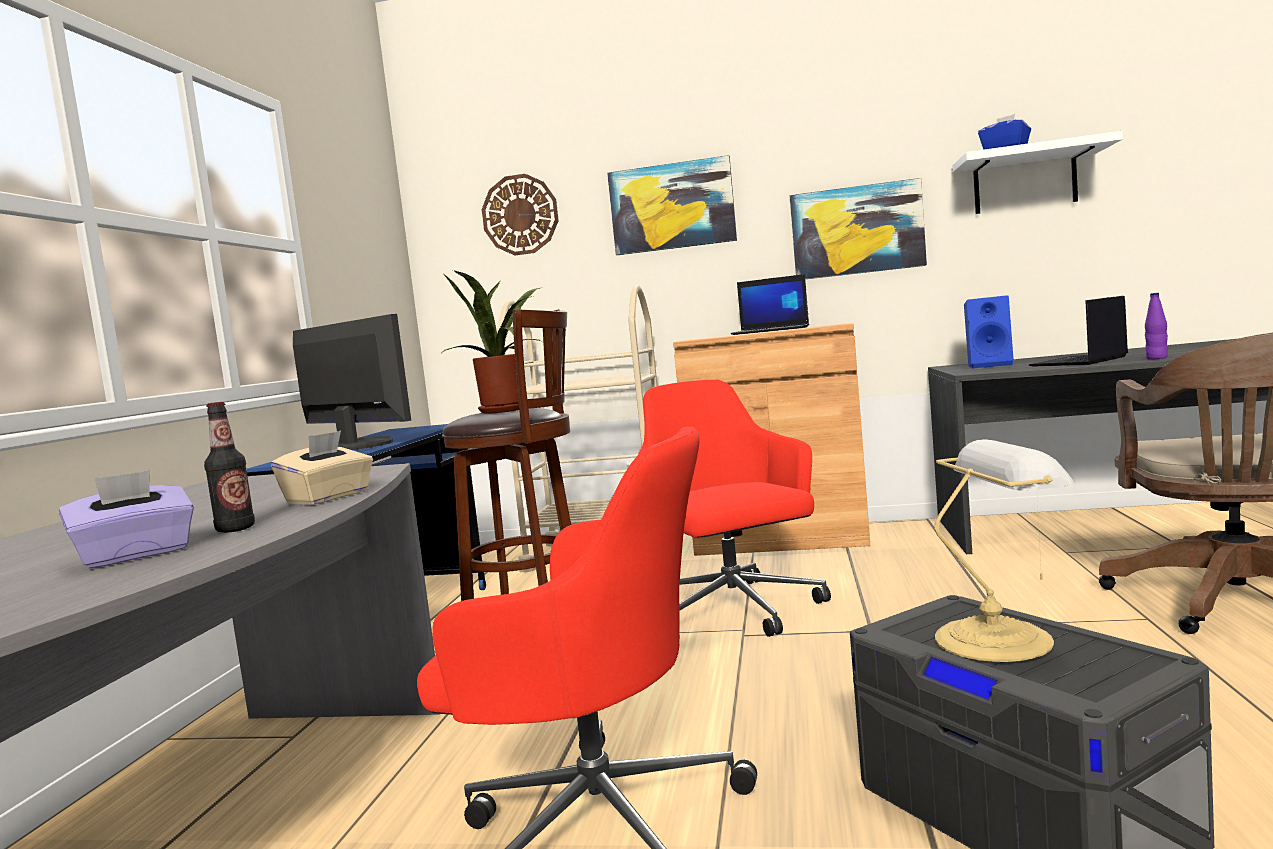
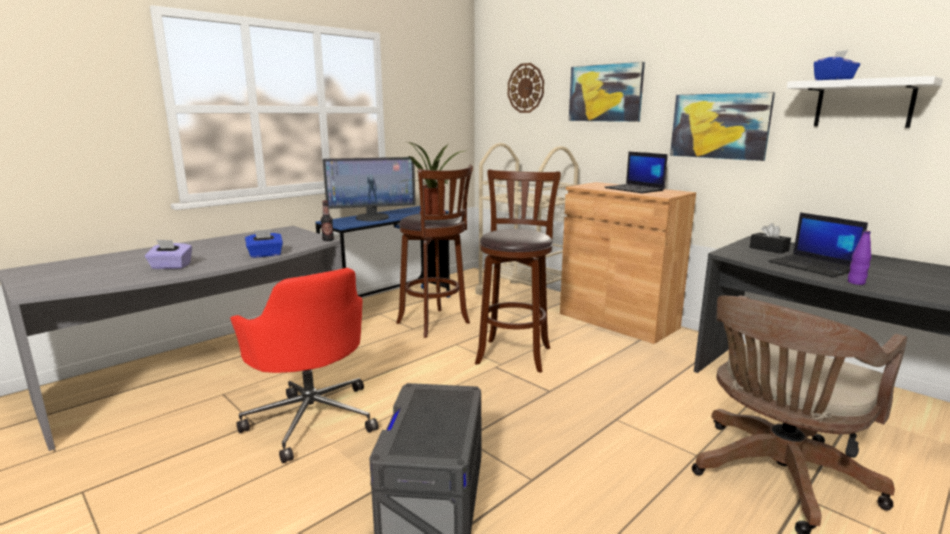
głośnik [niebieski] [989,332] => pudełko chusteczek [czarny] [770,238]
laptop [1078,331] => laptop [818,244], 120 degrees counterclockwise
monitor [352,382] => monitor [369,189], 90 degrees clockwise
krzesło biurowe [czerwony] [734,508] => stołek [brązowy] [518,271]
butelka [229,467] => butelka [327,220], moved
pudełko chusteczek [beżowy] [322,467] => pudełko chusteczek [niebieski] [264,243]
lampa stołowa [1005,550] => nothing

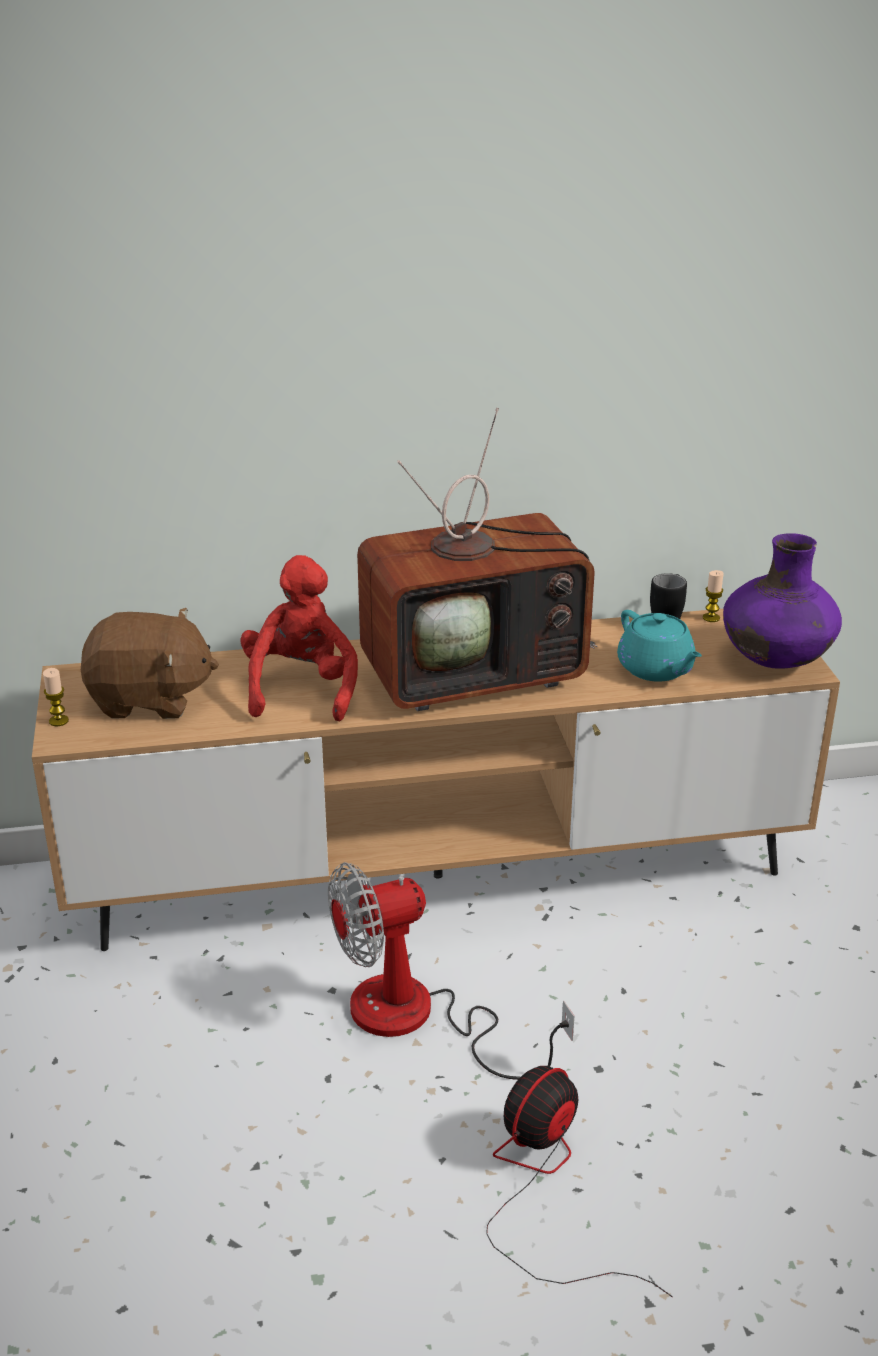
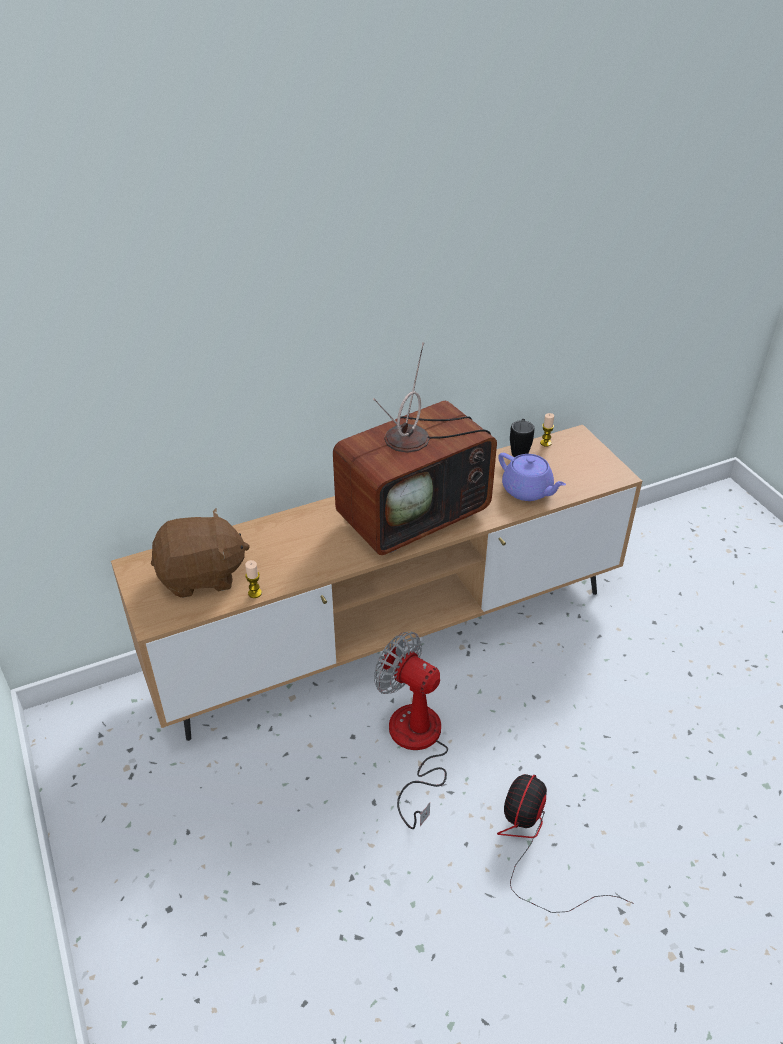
wazon [fioletowy] [782,601] => nothing
pluszak [czerwony] [299,638] => nothing
imbryk [turkusowy] [659,646] => imbryk [fioletowy] [532,477]
świeca [56,697] => świeca [253,579], moved
wentylator [451,971] => wentylator [411,730], 75 degrees clockwise

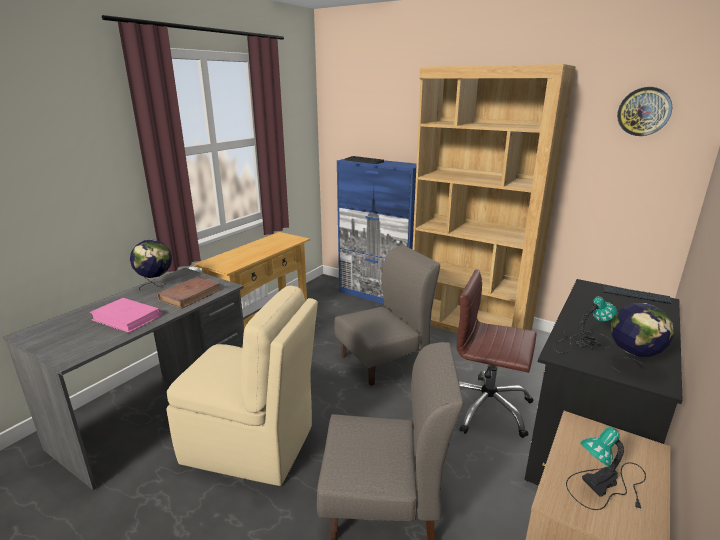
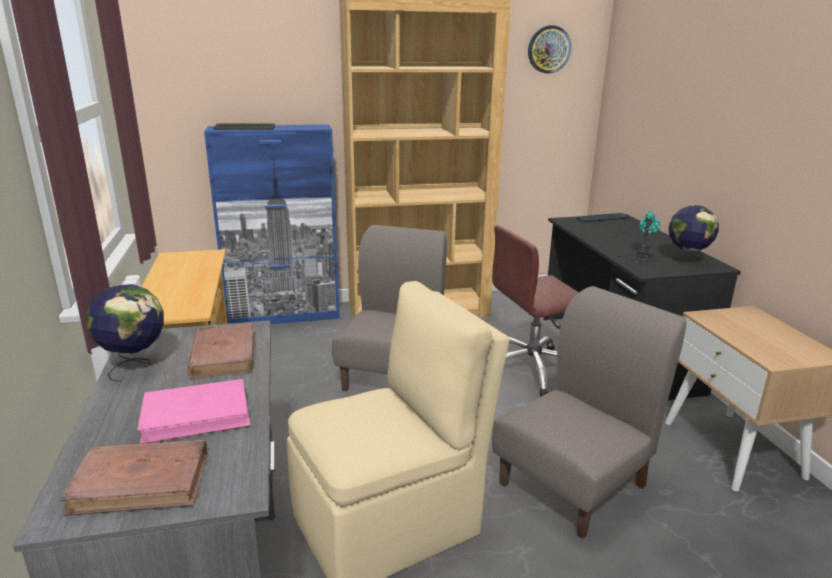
lampa stołowa [606,468] => nothing
nothing => książka [brązowy] [133,478]

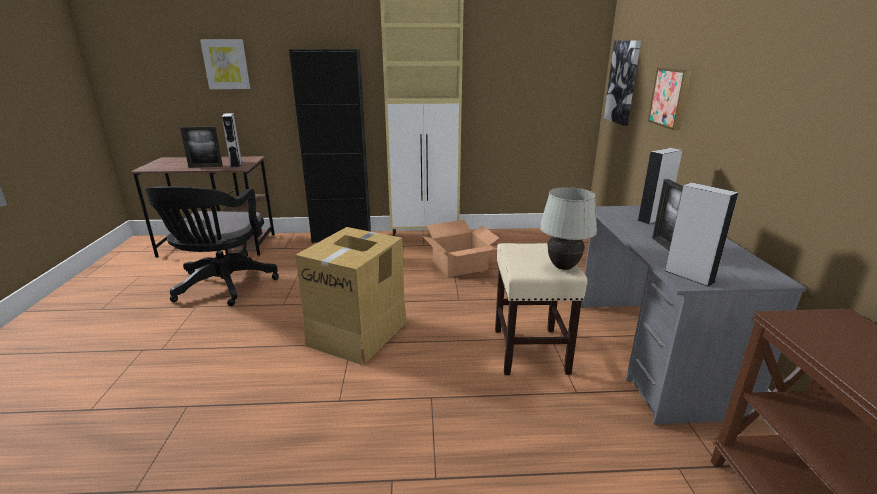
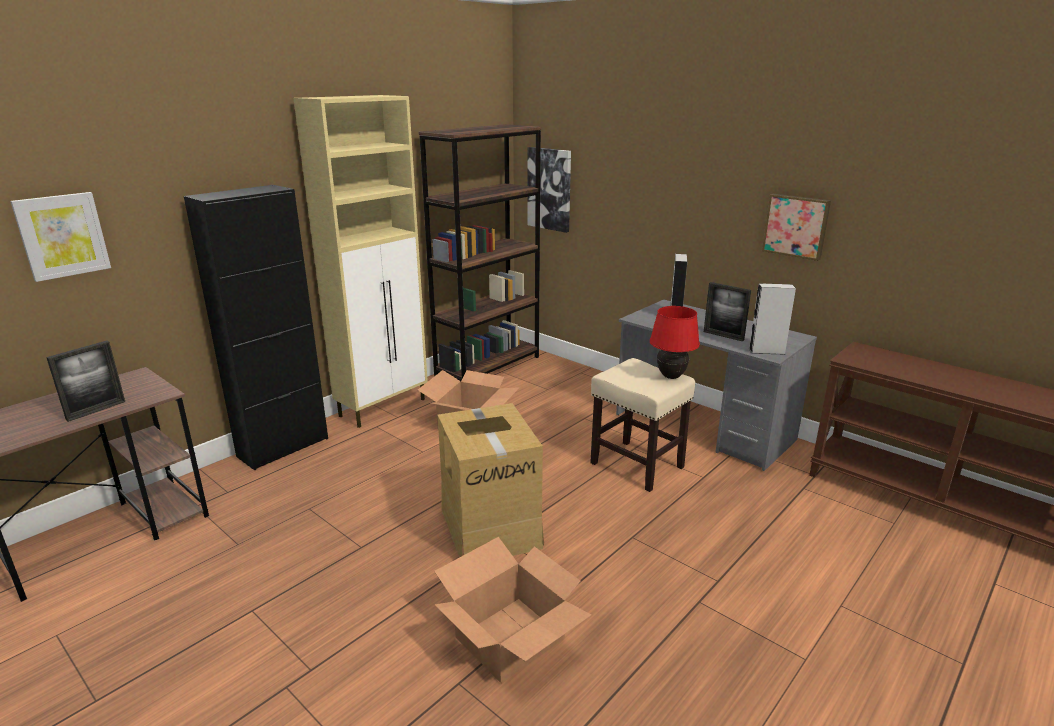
obraz [670,99] => obraz [796,227], moved
głośnik [szary] [232,140] => nothing
krzesło biurowe [czarny] [212,246] => nothing
lampa stołowa [biały] [568,228] => lampa stołowa [czerwony] [675,342]
nothing => regał [brązowy] [480,252]
nothing => karton [512,610]

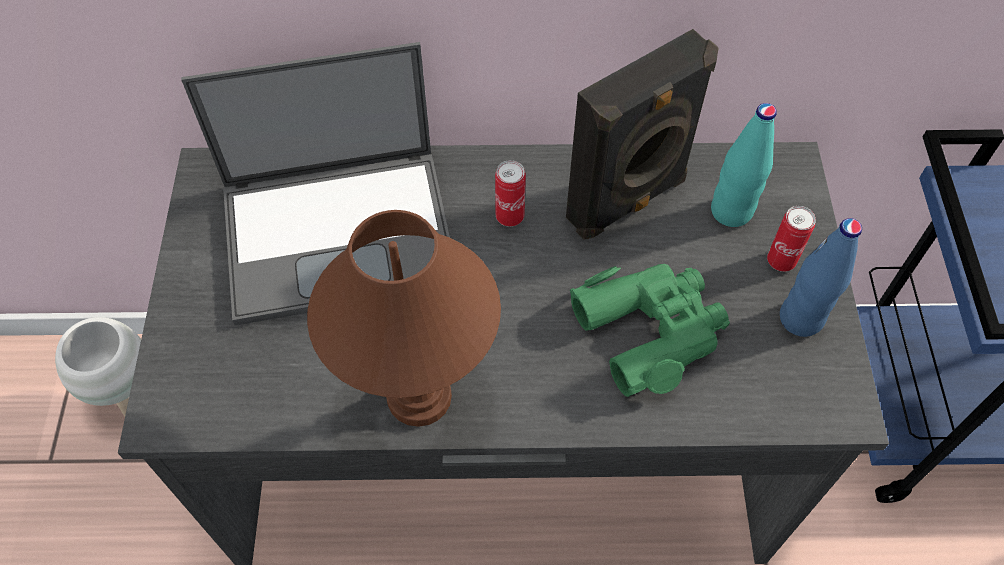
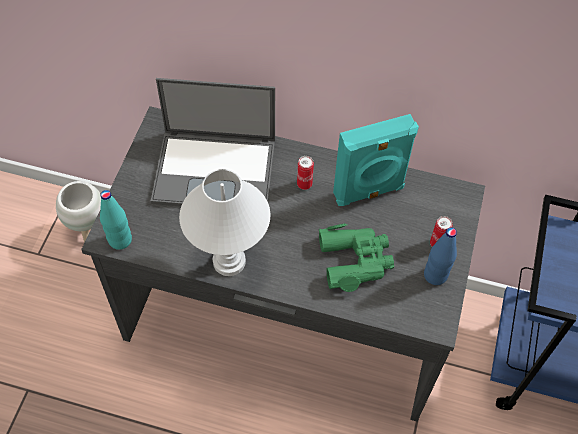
głośnik [czarny] [642,134] => głośnik [turkusowy] [376,160]
butelka [turkusowy] [744,165] => butelka [turkusowy] [116,220], moved
lampa stołowa [brązowy] [404,318] => lampa stołowa [biały] [225,222]

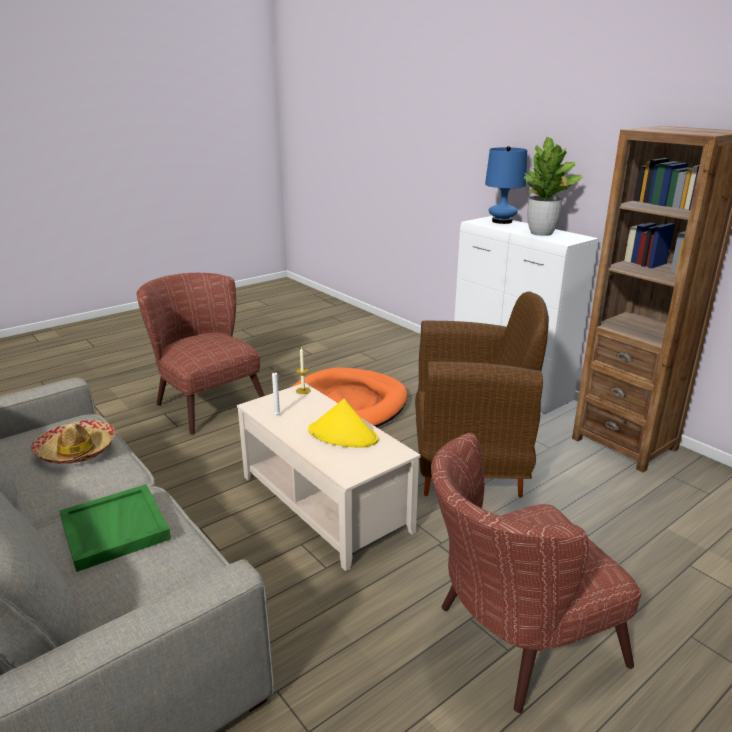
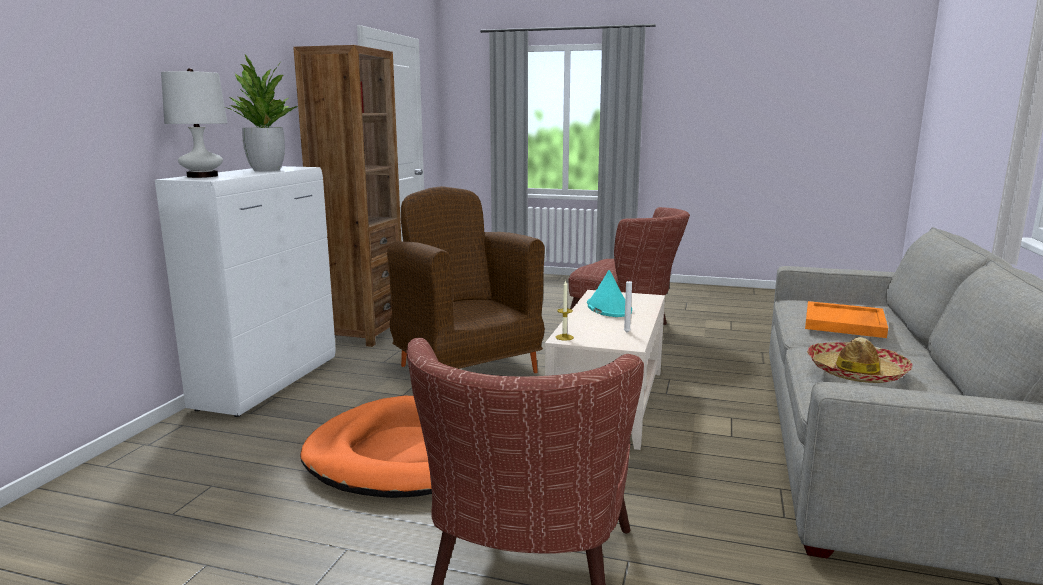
lampa stołowa [niebieski] [506,185] => lampa stołowa [biały] [194,123]
kapelusz [żółty] [343,423] => kapelusz [turkusowy] [609,293]
taca [zielony] [115,528] => taca [pomarańczowy] [846,319]

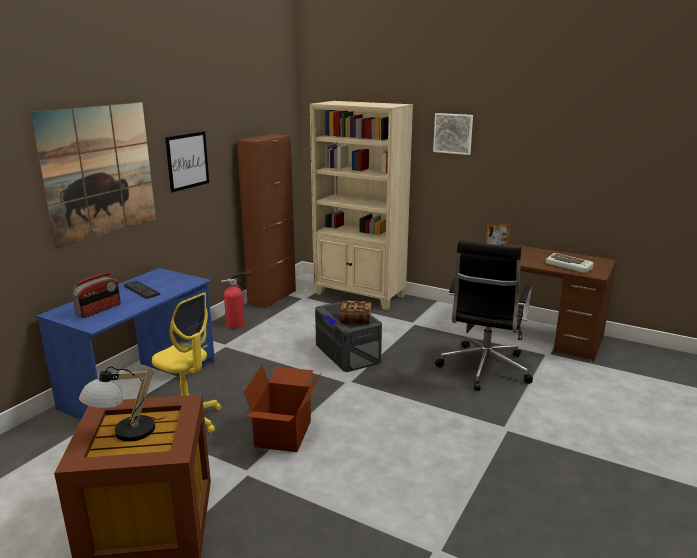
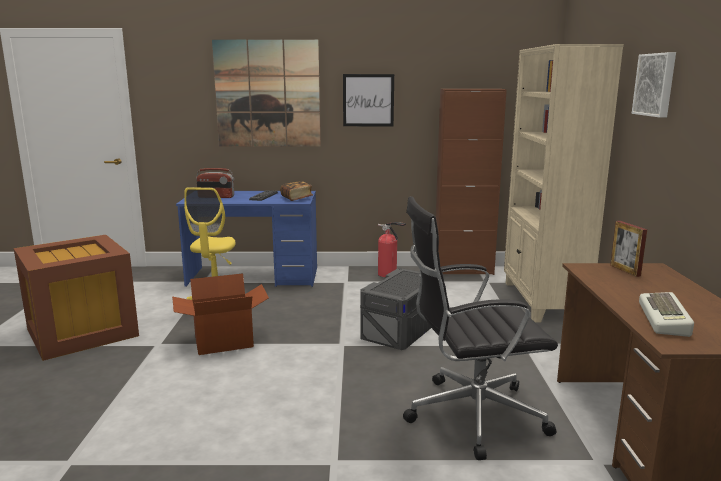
książka [355,312] => książka [296,191], moved
lampa stołowa [123,404] => nothing

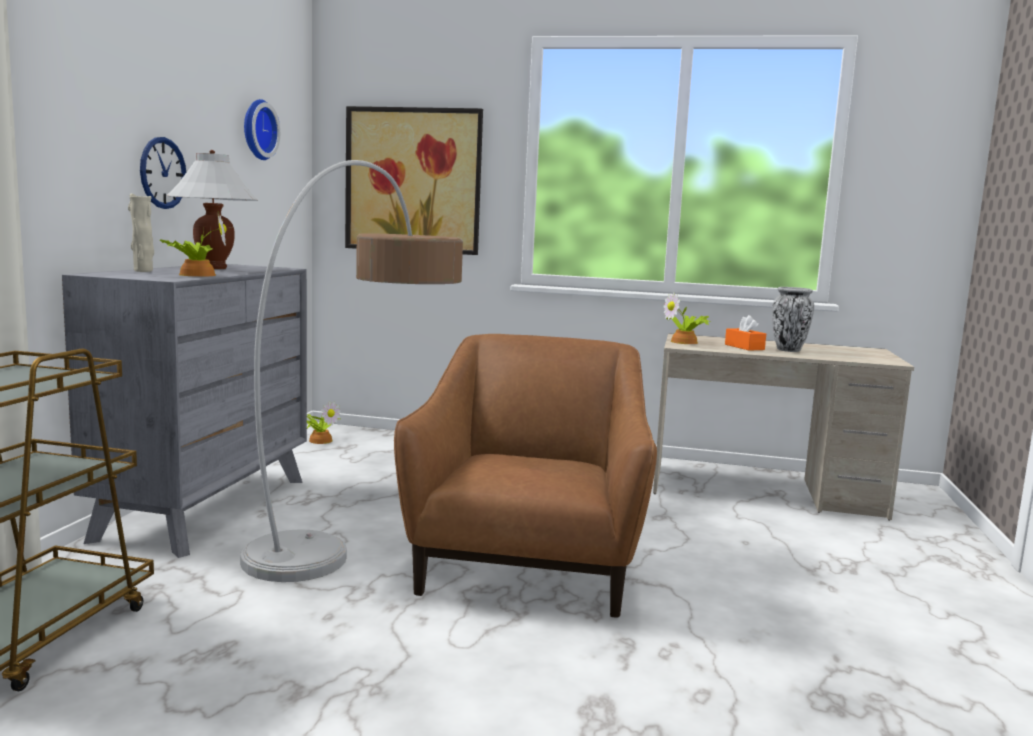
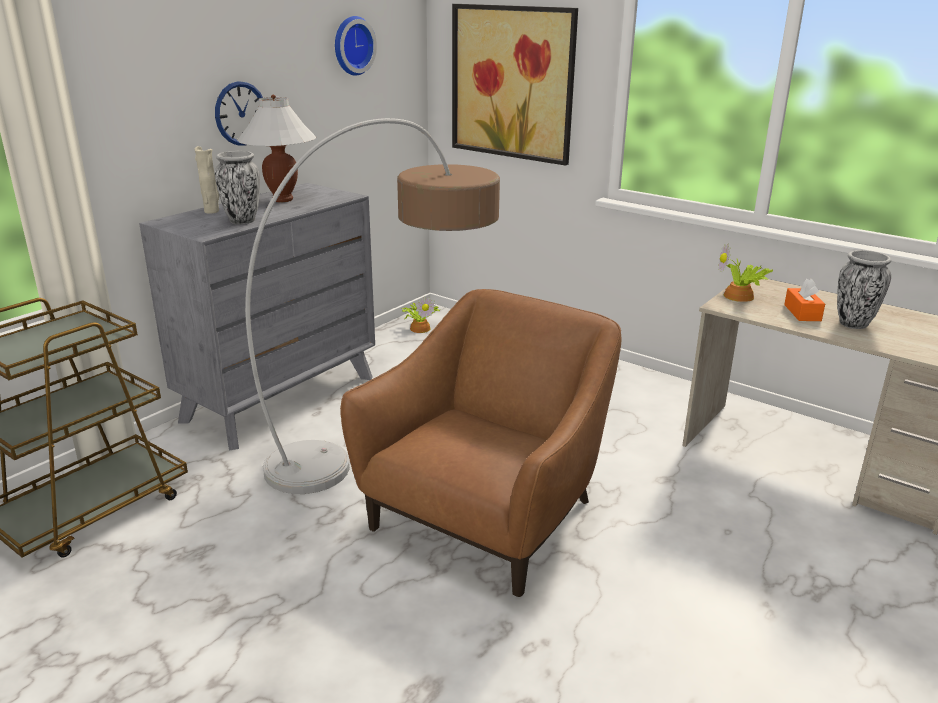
roślina doniczkowa [193,246] => wazon [237,188]

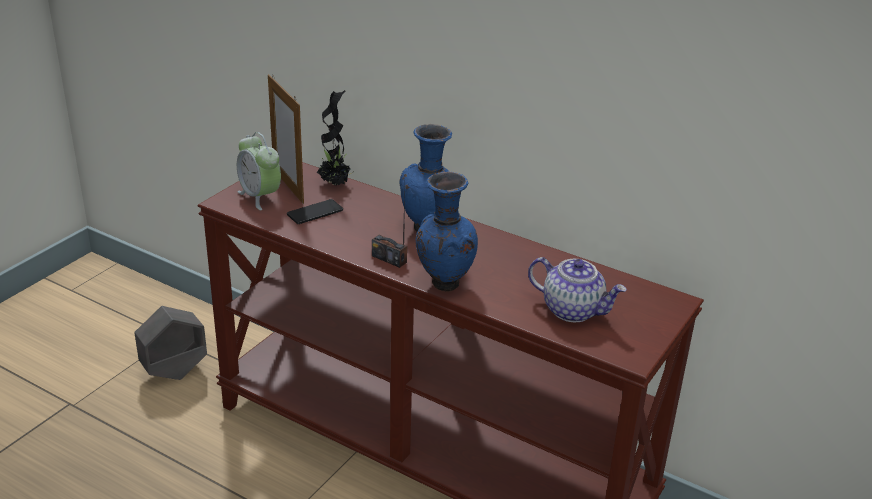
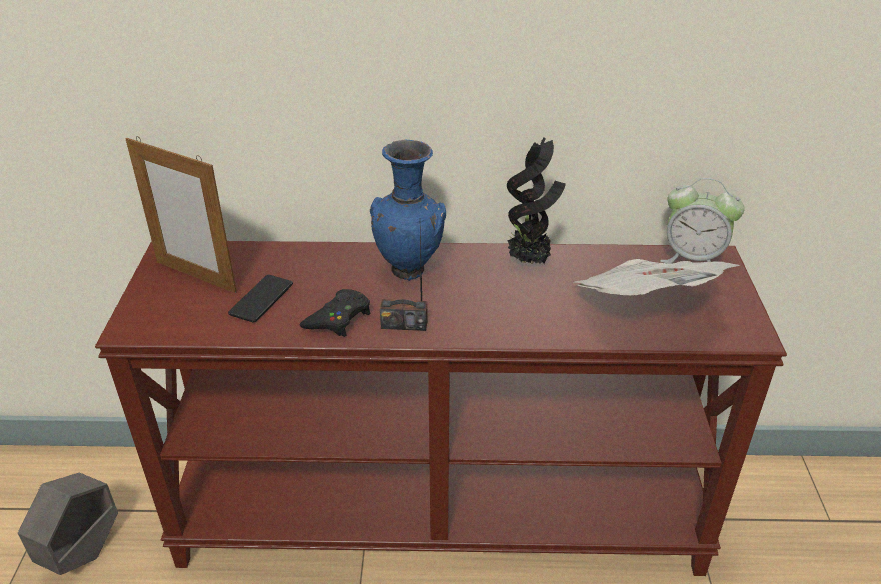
roślina doniczkowa [335,138] => roślina doniczkowa [536,200], moved
budzik [259,171] => budzik [702,226], moved
wazon [niebieski] [447,232] => nothing
imbryk [577,289] => gazeta [656,277]
nothing => pad do gier [czarny] [334,313]

